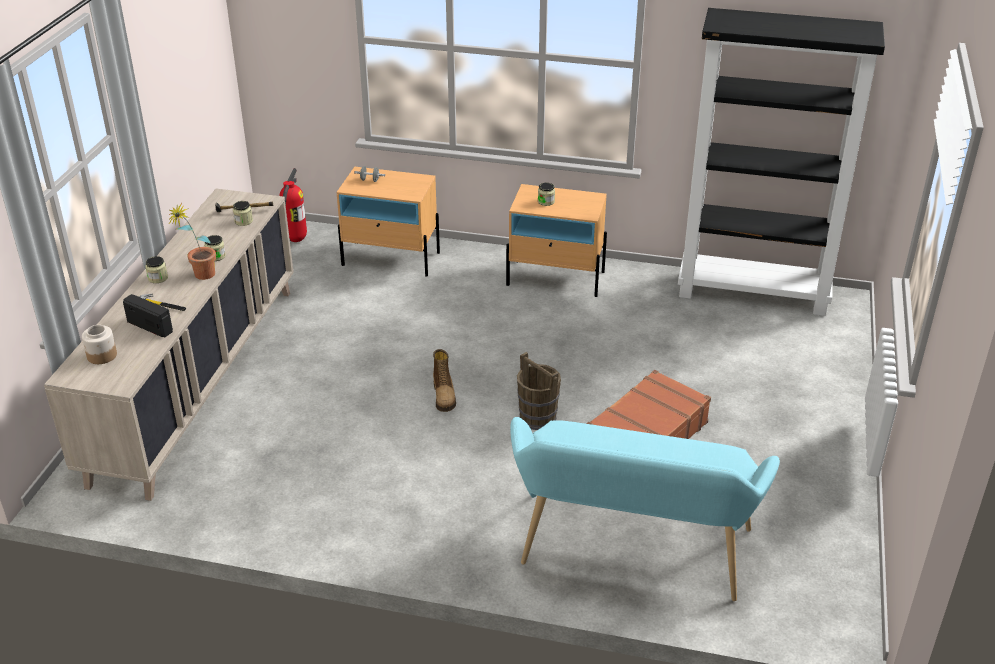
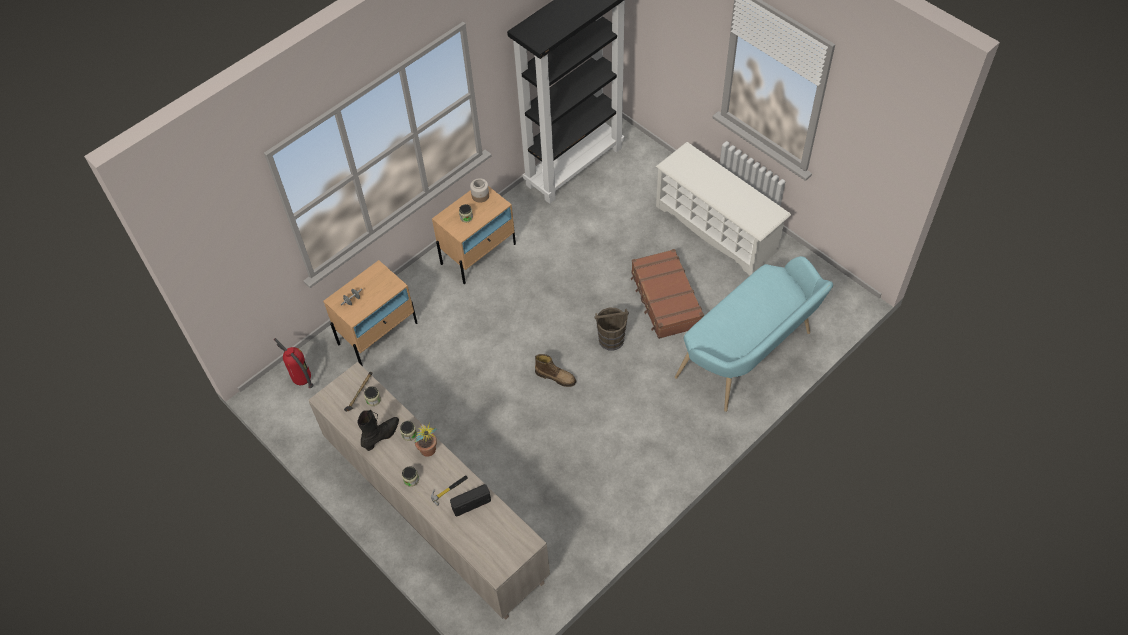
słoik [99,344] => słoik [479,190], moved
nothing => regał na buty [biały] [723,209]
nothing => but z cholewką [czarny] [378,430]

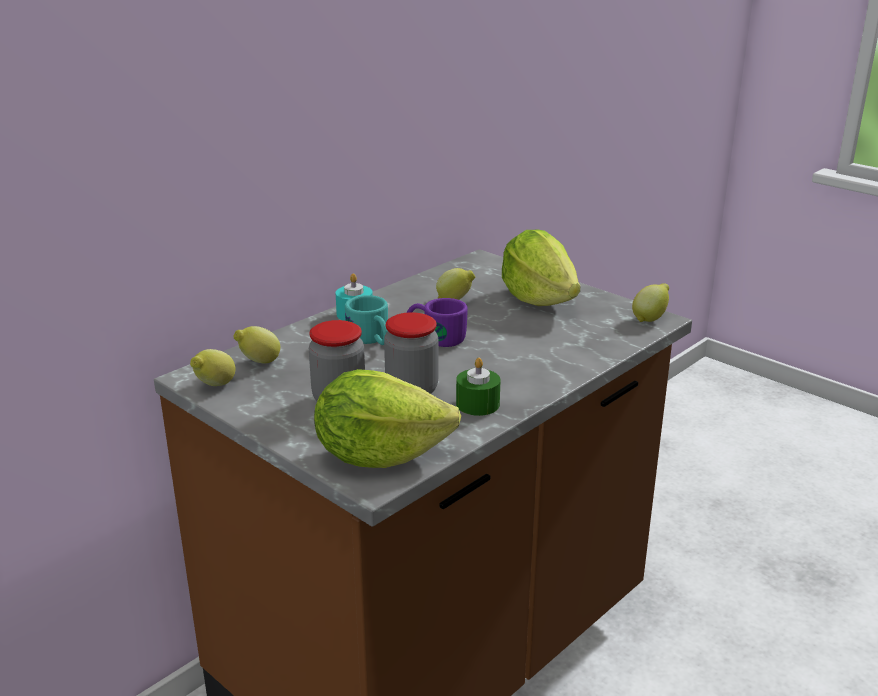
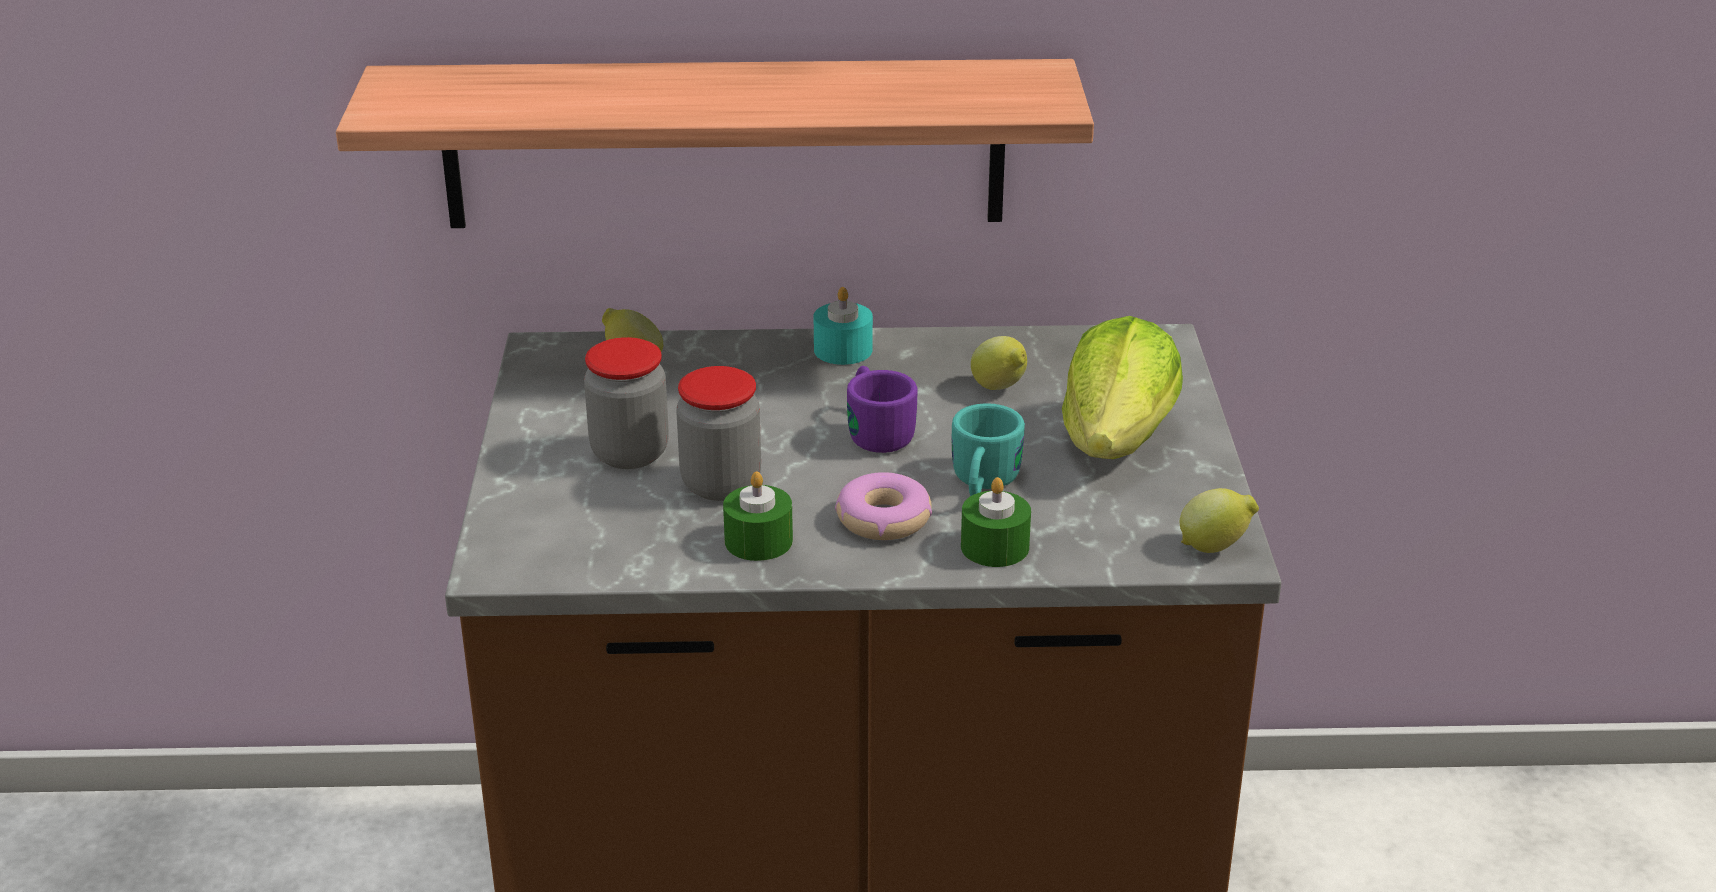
kubek [turkusowy] [366,320] => kubek [turkusowy] [988,449], moved
cytryna [213,367] => nothing
sałata [387,418] => nothing
nothing => półka [715,143]
nothing => donut [883,506]
nothing => świeca [zielony] [996,522]

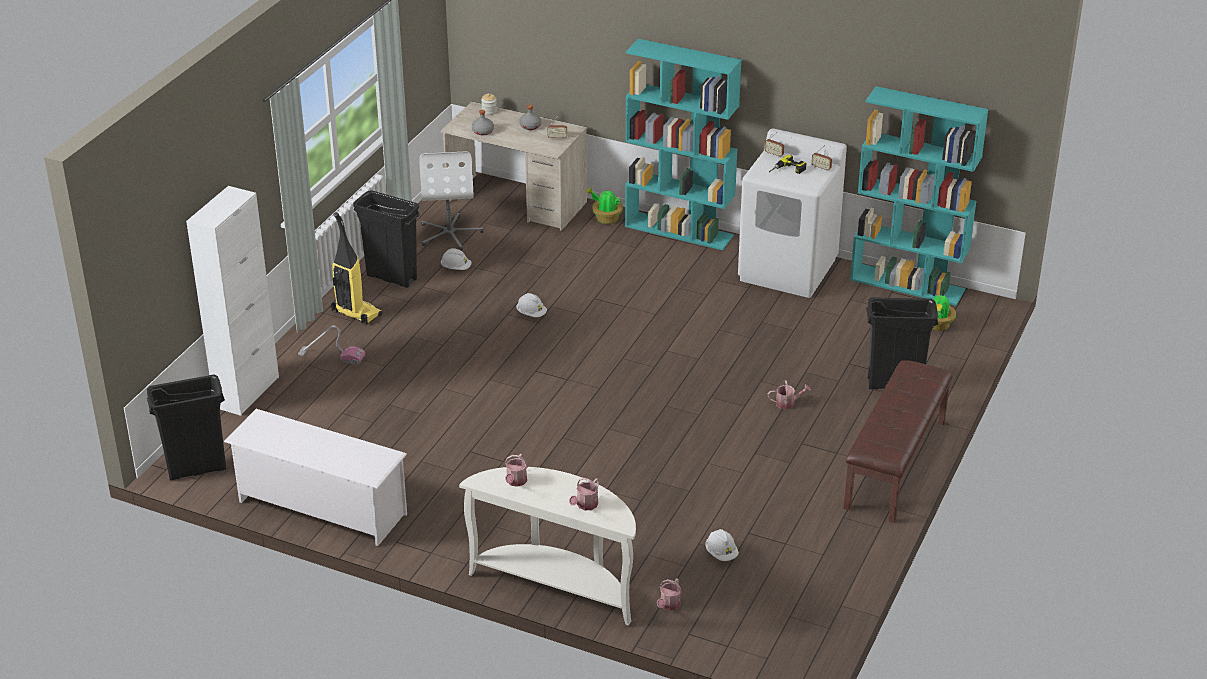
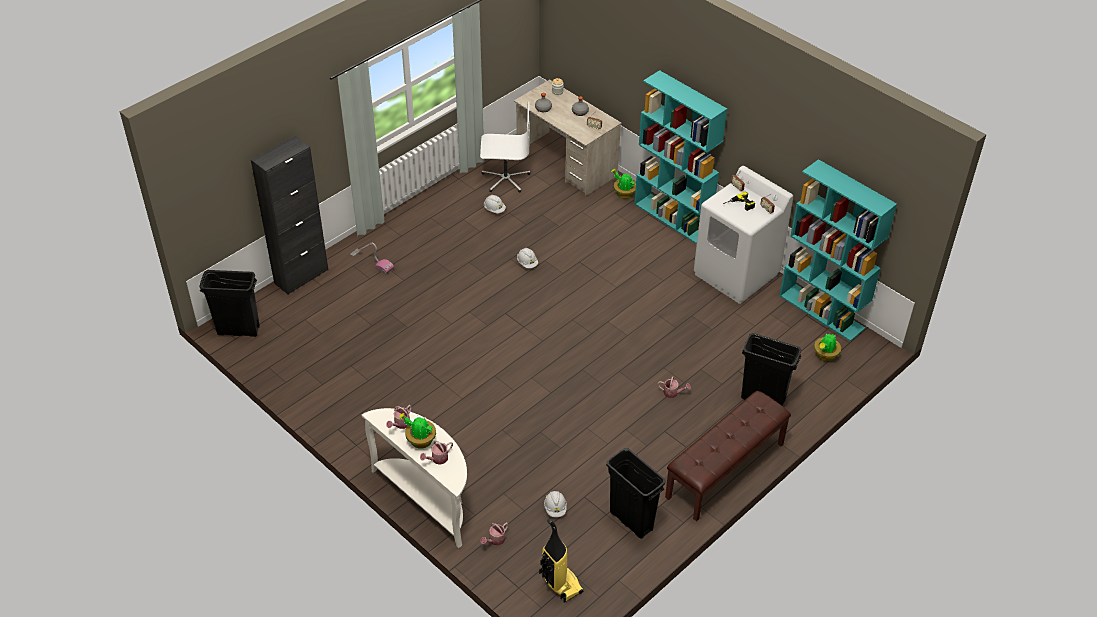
krzesło biurowe [biały] [451,200] => krzesło biurowe [biały] [505,147], 105 degrees counterclockwise
szafka [biały] [232,301] => szafka [czarny] [289,215]
kosz na śmieci [czarny] [386,239] => kosz na śmieci [czarny] [636,493], moved
odkurzacz [357,268] => odkurzacz [561,560], moved
regał na buty [biały] [315,477] => nothing
nothing => roślina doniczkowa [417,431]

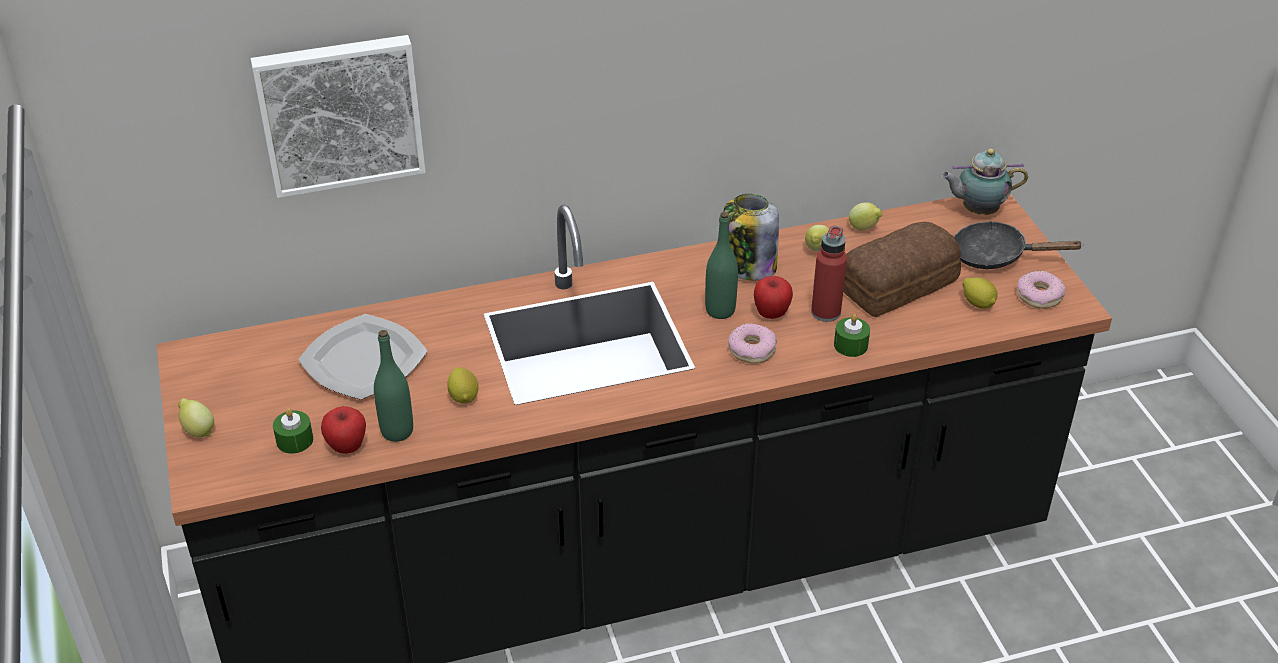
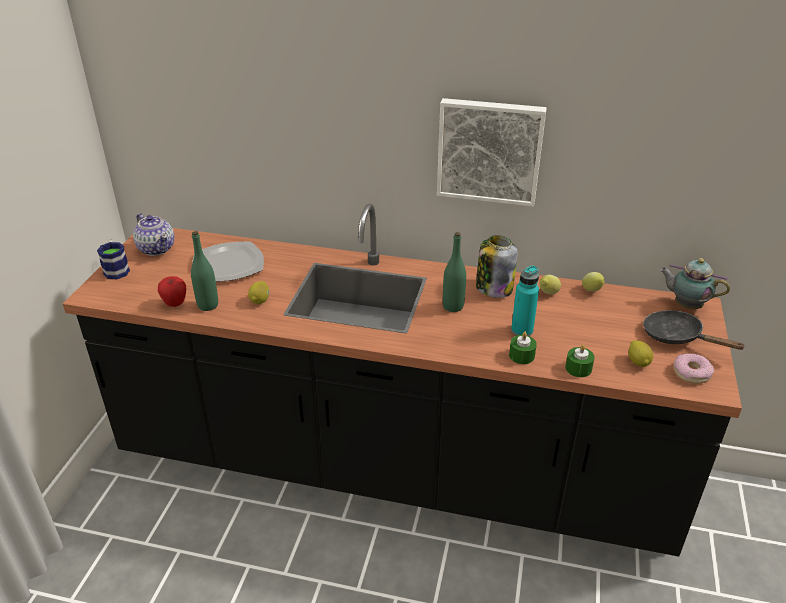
obraz [338,116] => obraz [492,152], moved
chleb [902,270] => nothing
butelka [czerwony] [829,274] => butelka [turkusowy] [525,300]
jabłko [773,297] => nothing
donut [752,343] => nothing
cytryna [196,417] => kubek [113,259]
świeca [zielony] [293,430] => świeca [zielony] [580,360], moved
nothing => imbryk [153,234]

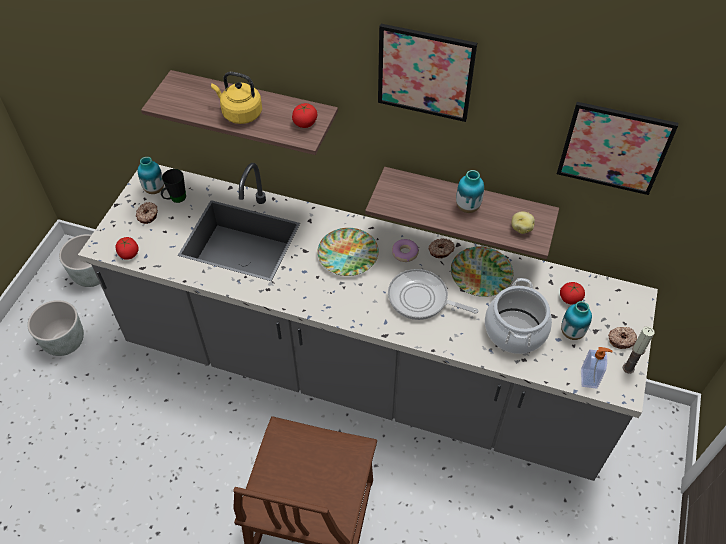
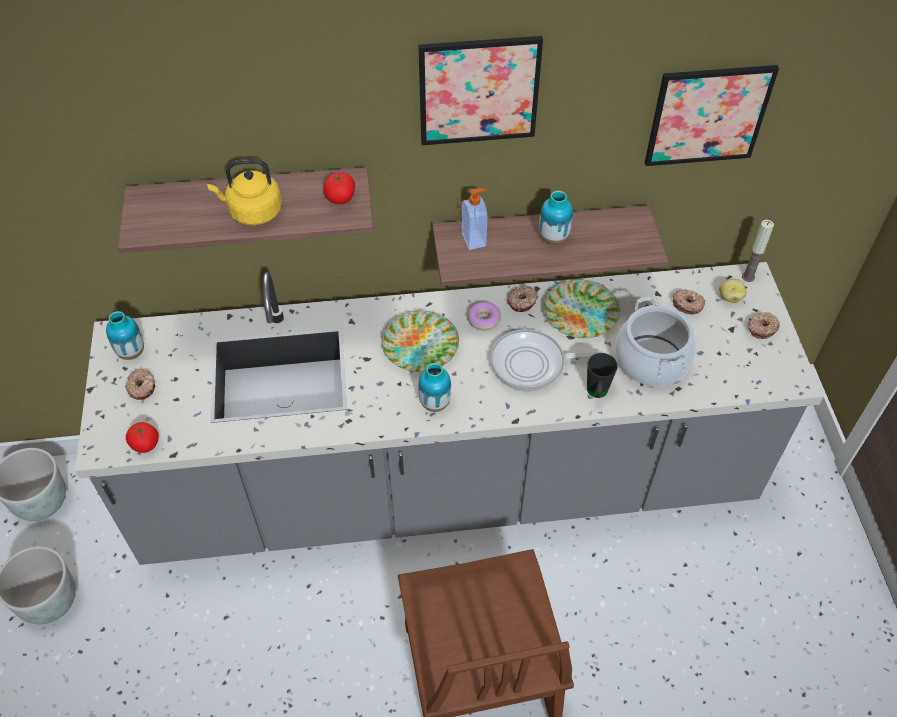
kubek [czarny] [173,186] => kubek [czarny] [602,375], moved
ziemniak [523,222] => ziemniak [733,290], moved
pomidor [572,293] => donut [689,301]
wazon [576,320] => wazon [434,387], moved
świeca [639,350] => świeca [758,251], moved
dozownik mydła [596,368] => dozownik mydła [474,219], moved

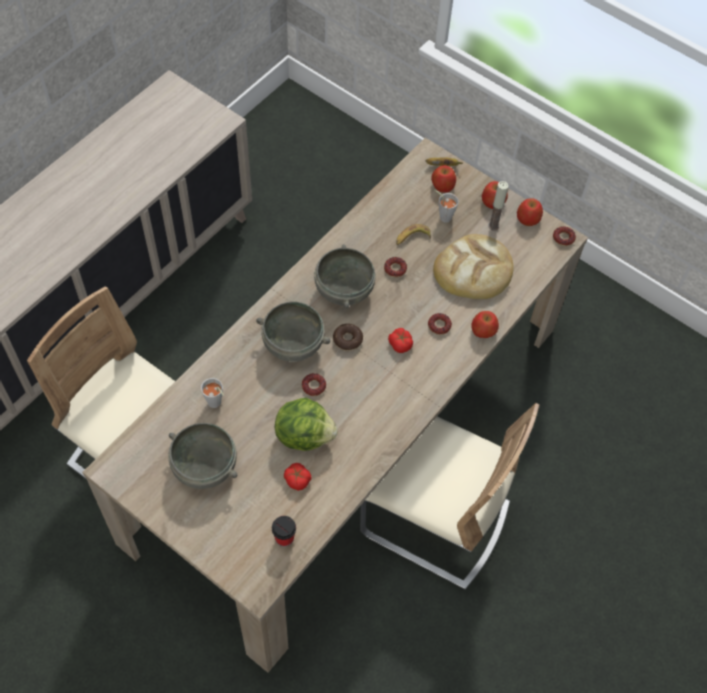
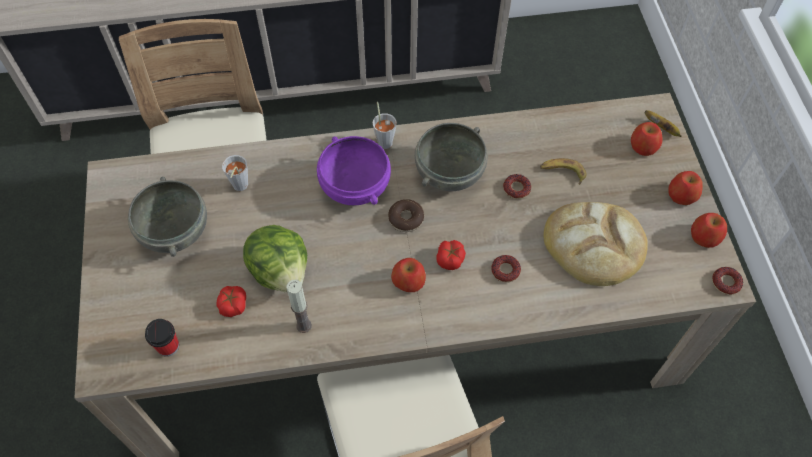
świeca [498,206] => świeca [299,306], moved
filiżanka [szary] [446,206] => filiżanka [szary] [385,125], moved
miska [szary] [293,332] => miska [fioletowy] [354,170]
jabłko [485,324] => jabłko [408,275], moved
donut [314,384] => nothing

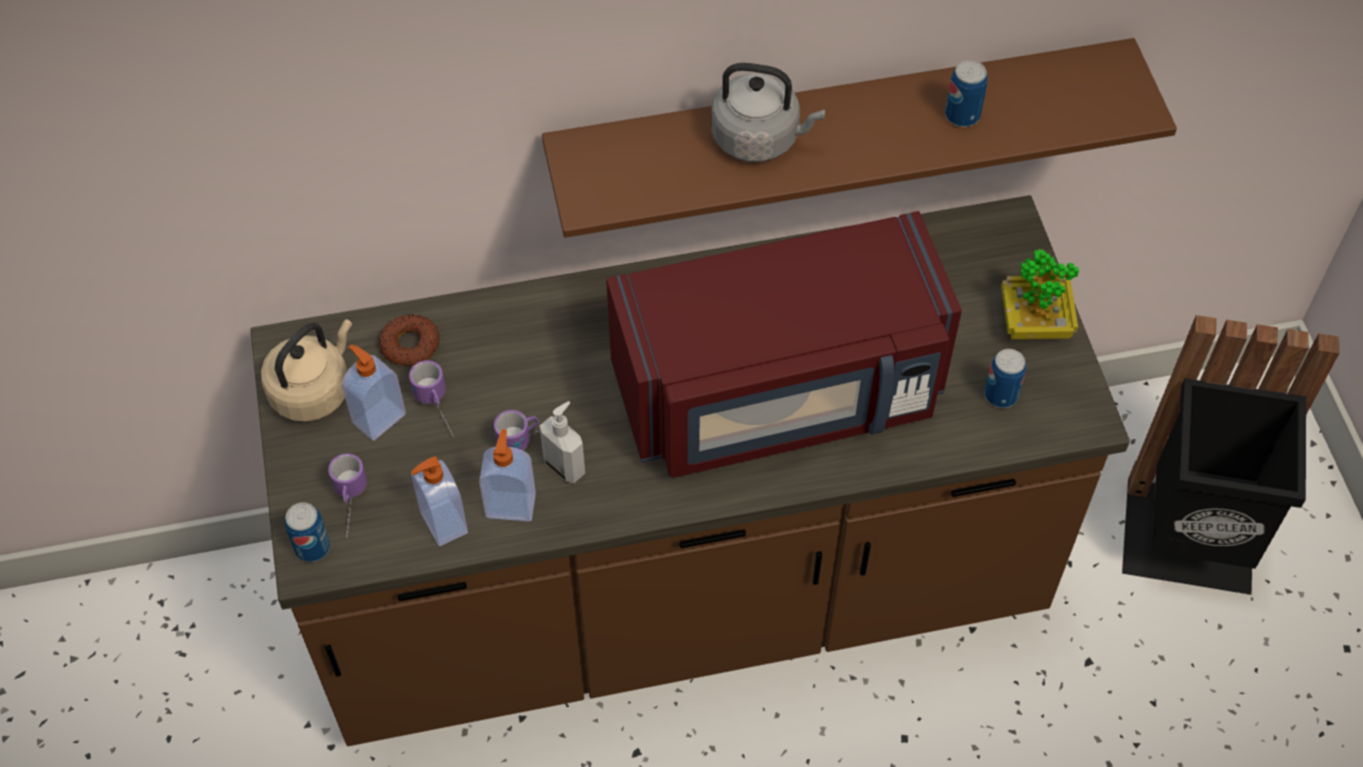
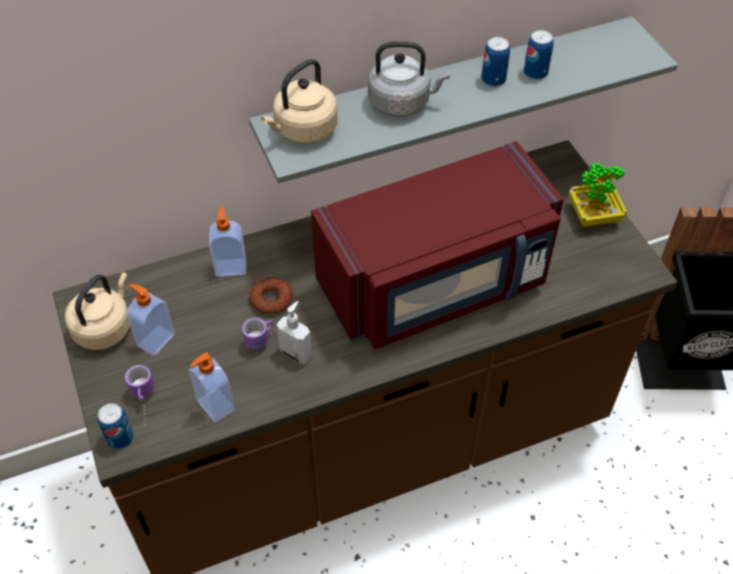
półka [brązowy] [859,138] => półka [szary] [463,99]
donut [409,340] => donut [271,295], moved
puszka [1005,378] => puszka [495,62], moved
kubek [431,399] => nothing
dozownik mydła [507,475] => dozownik mydła [227,241], moved
nothing => czajnik [beżowy] [299,101]

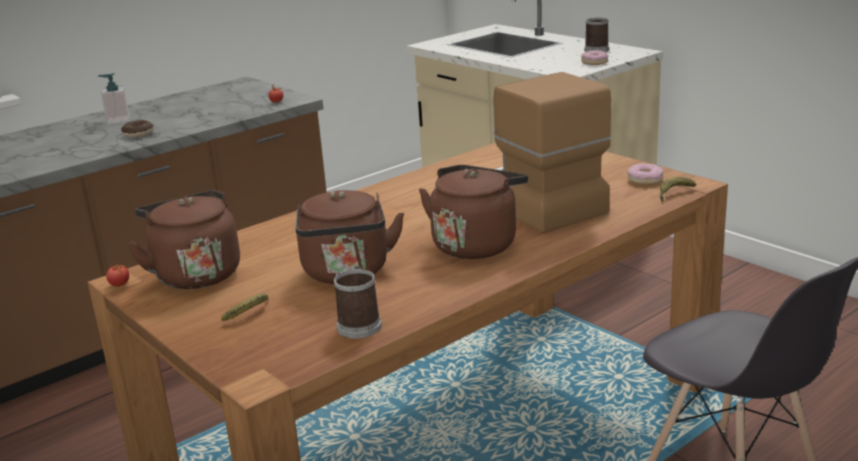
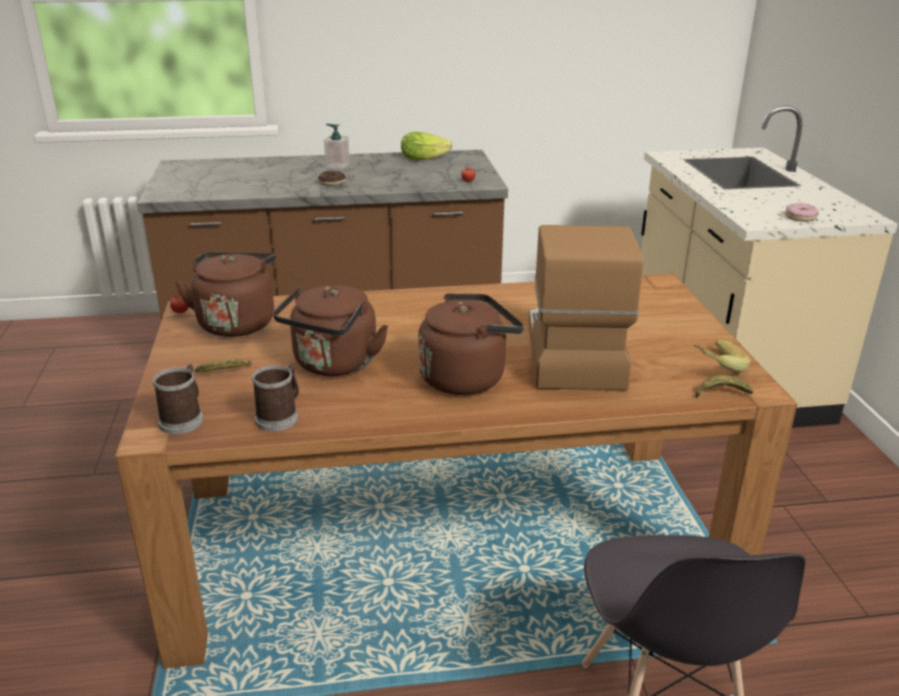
kubek [596,35] => kubek [178,399], moved
donut [645,174] => banan [722,356]
nothing => sałata [426,146]

